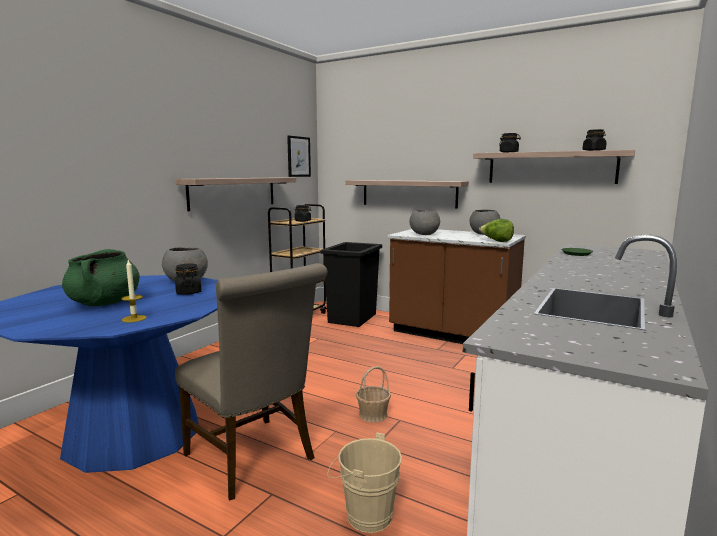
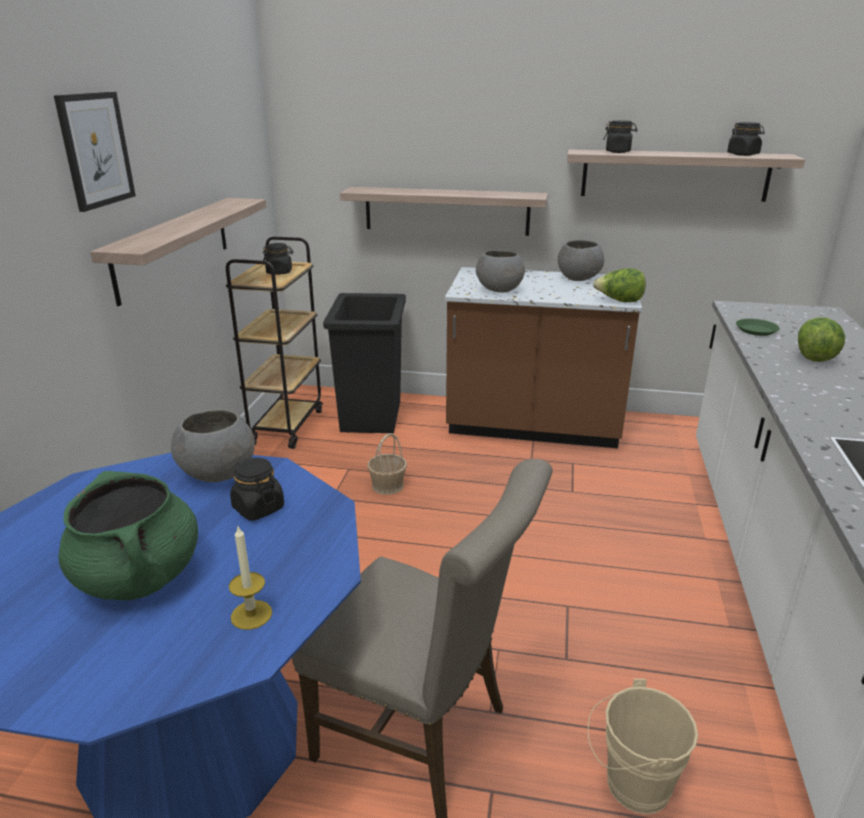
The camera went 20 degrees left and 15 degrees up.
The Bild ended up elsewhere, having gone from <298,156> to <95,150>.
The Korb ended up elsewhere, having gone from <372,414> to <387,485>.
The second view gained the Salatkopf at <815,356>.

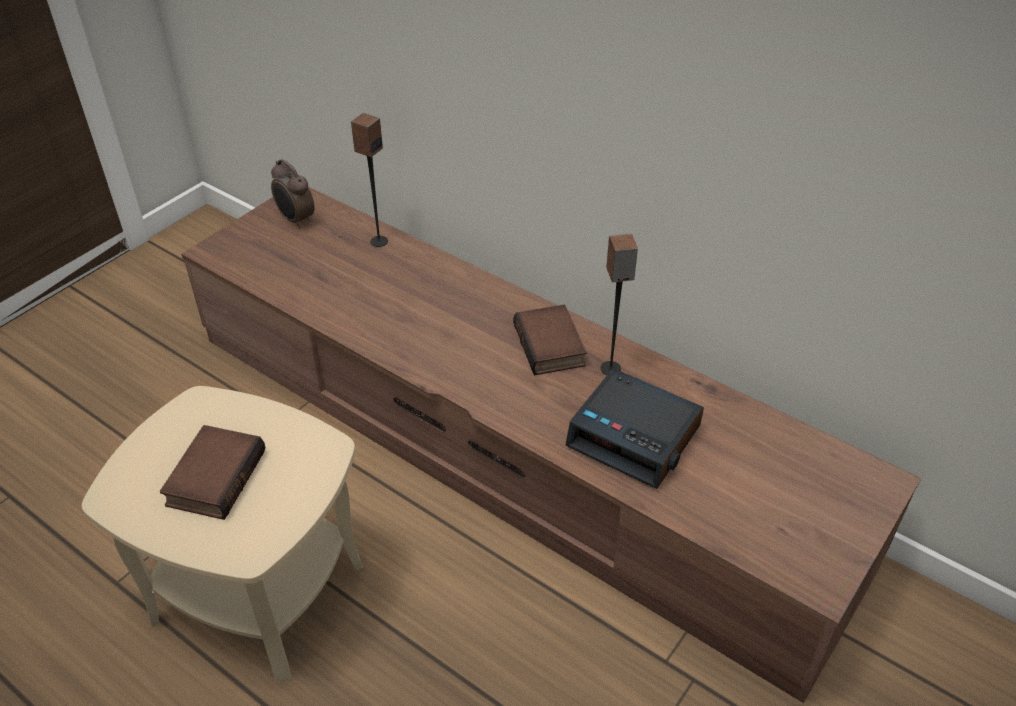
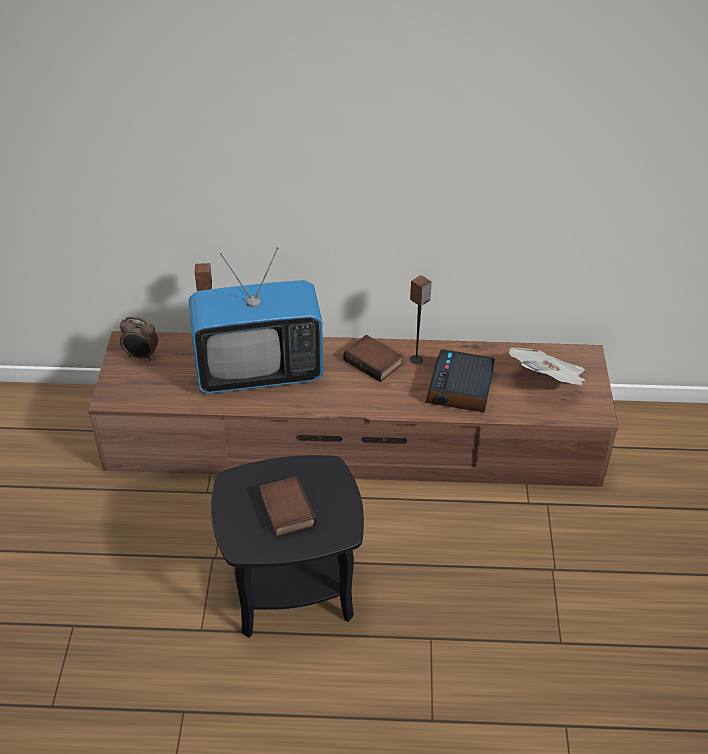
The camera went 35 degrees left and 0 degrees up.
The Wecker at <635,437> ended up facing another way, 105 degrees clockwise from before.
What was the Beistelltisch [beige] at <259,592> turned into the Beistelltisch [schwarz] at <291,587>.
The second view gained the Fernseher at <259,372>.
The second view gained the Zeitung at <548,381>.

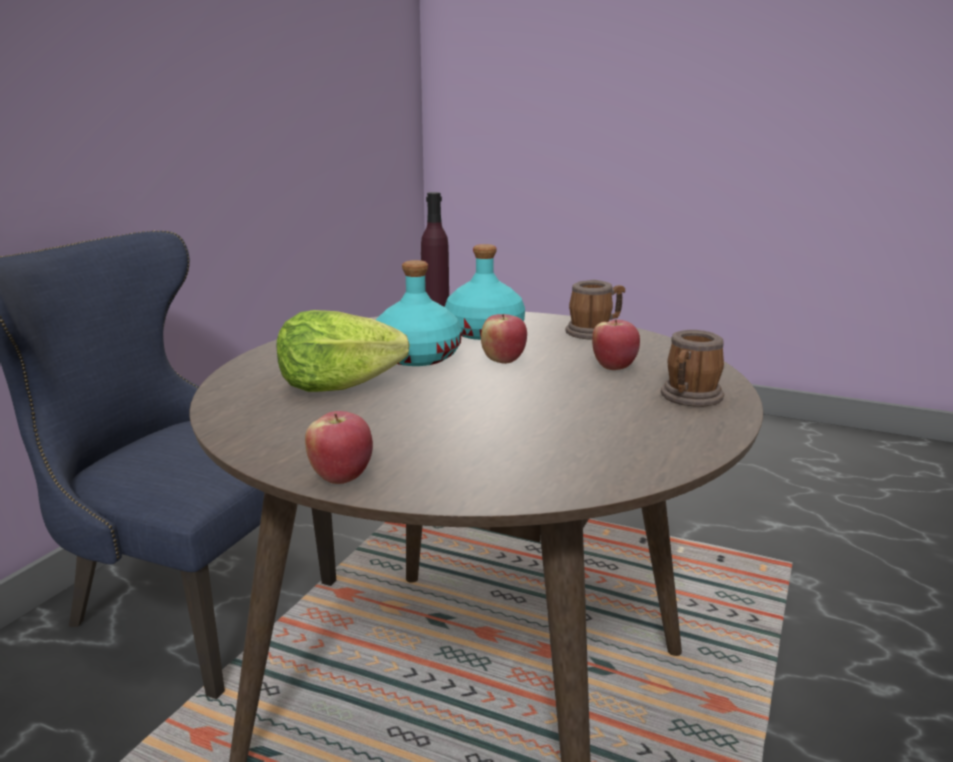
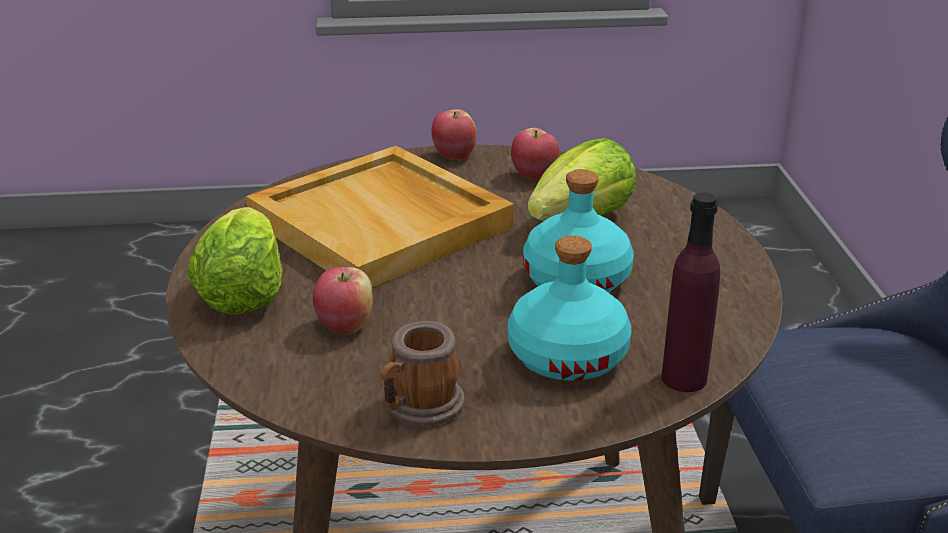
The camera went 150 degrees right and 10 degrees up.
The Apfel ended up elsewhere, having gone from <503,360> to <534,176>.
Where the Henkelbecher stood at <689,398>, the Salatkopf came to stand at <242,295>.
The second view gained the Tablett [beige] at <382,223>.

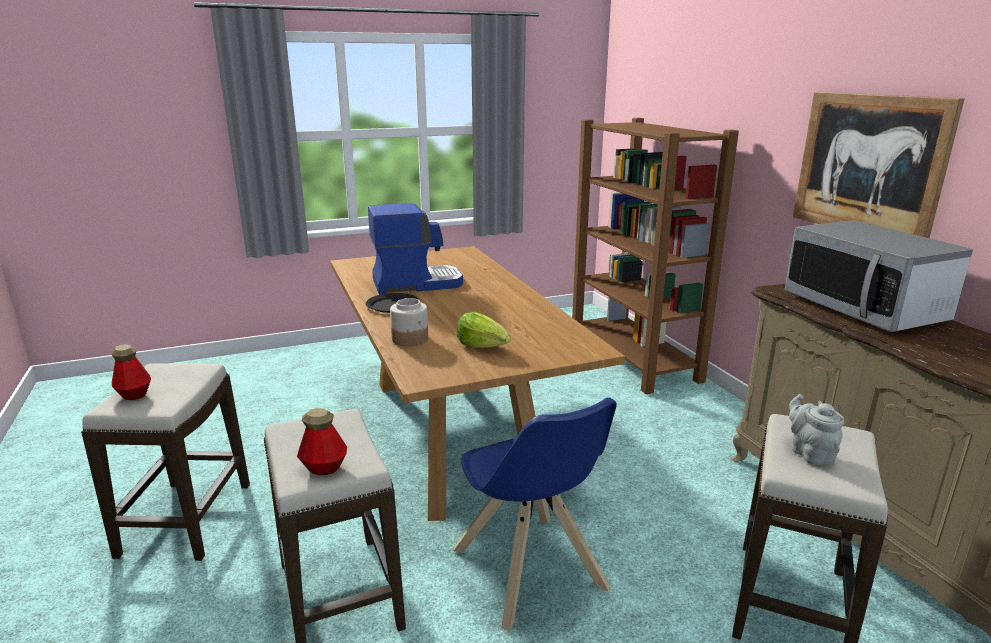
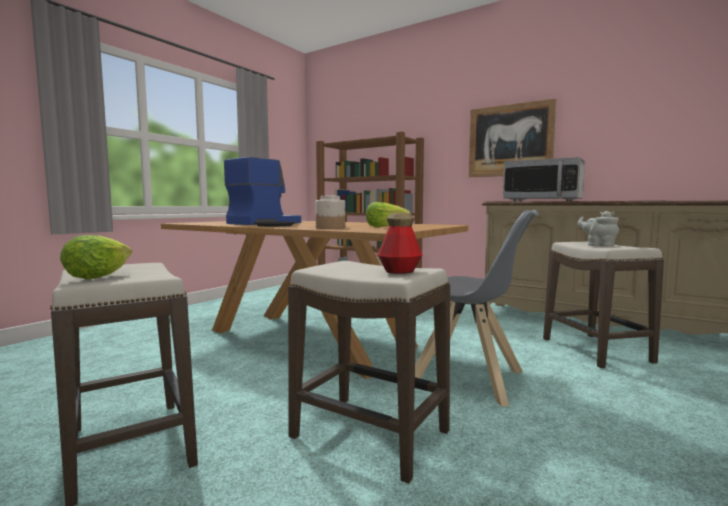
The camera went 35 degrees left and 15 degrees down.
Where the Flasche stood at <134,394>, the Salatkopf came to stand at <98,276>.
What was the Stuhl [blau] at <530,572> turned into the Stuhl [grau] at <470,379>.

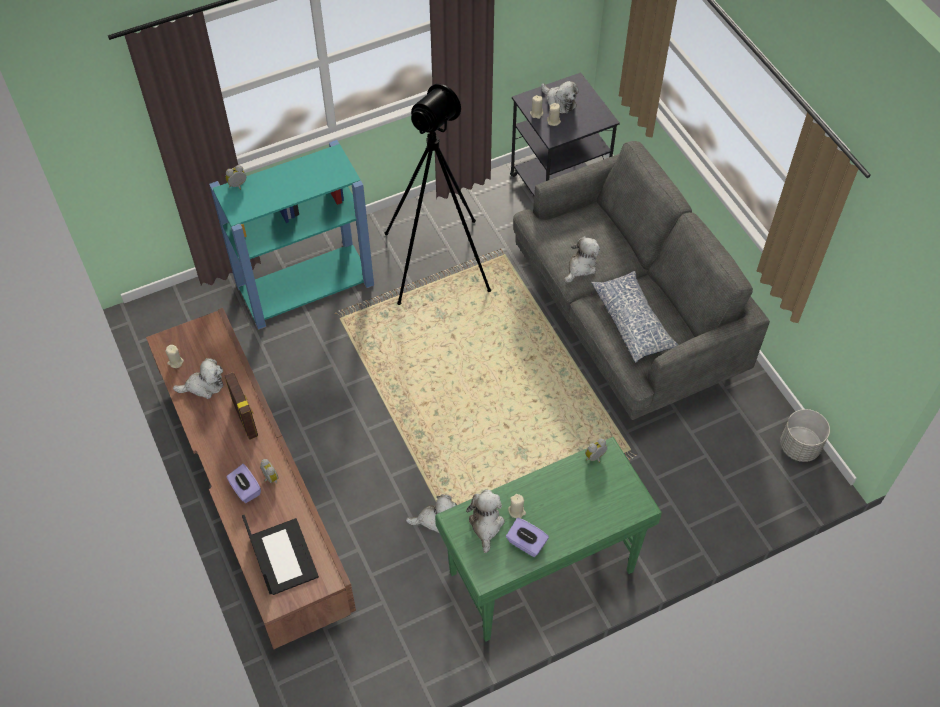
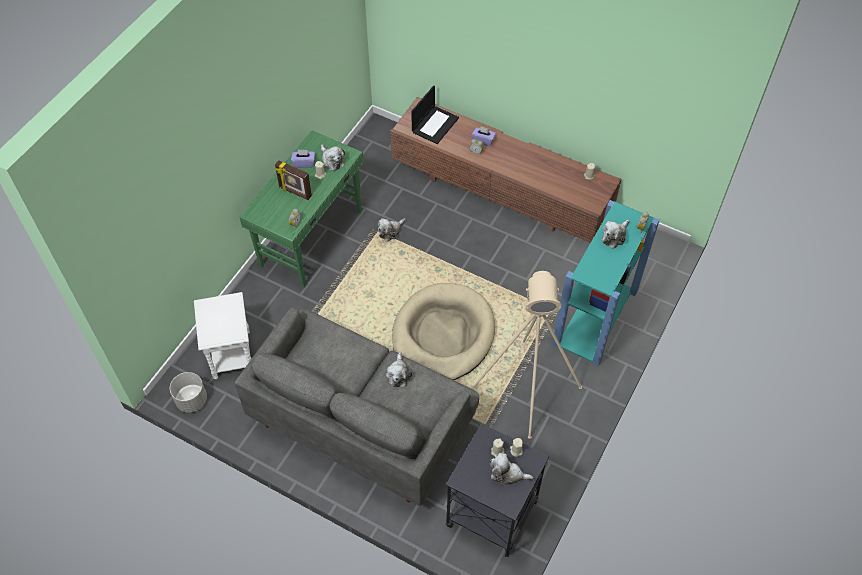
The camera went 145 degrees right and 0 degrees up.
What was the Stehlampe [schwarz] at <437,261> turned into the Stehlampe [beige] at <526,389>.
The second view lost the Kissen at <633,321>.
The Plüschtier ended up elsewhere, having gone from <204,386> to <614,236>.
The Bilderrahmen ended up elsewhere, having gone from <246,419> to <295,192>.
The Laptop at <282,556> ended up facing another way, 90 degrees counterclockwise from before.
The second view gained the Hundebett [beige] at <443,335>.
The second view gained the Beistelltisch [weiß] at <232,354>.

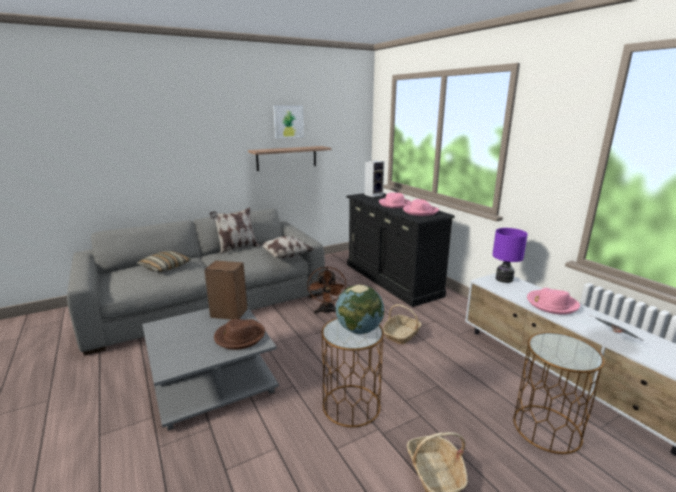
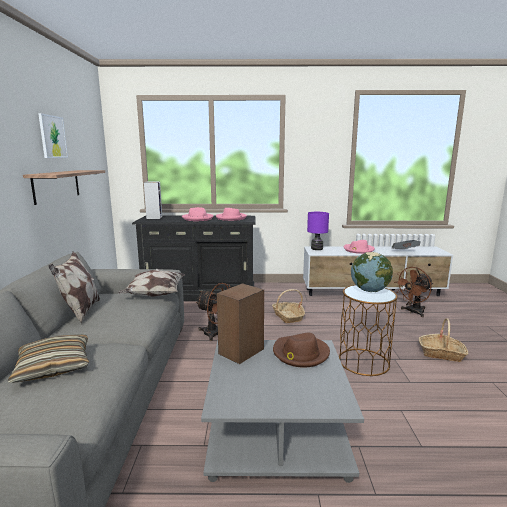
The camera went 60 degrees left and 5 degrees down.
Where the Beistelltisch [braun] stood at <547,428>, the Ventilator [braun] came to stand at <413,312>.

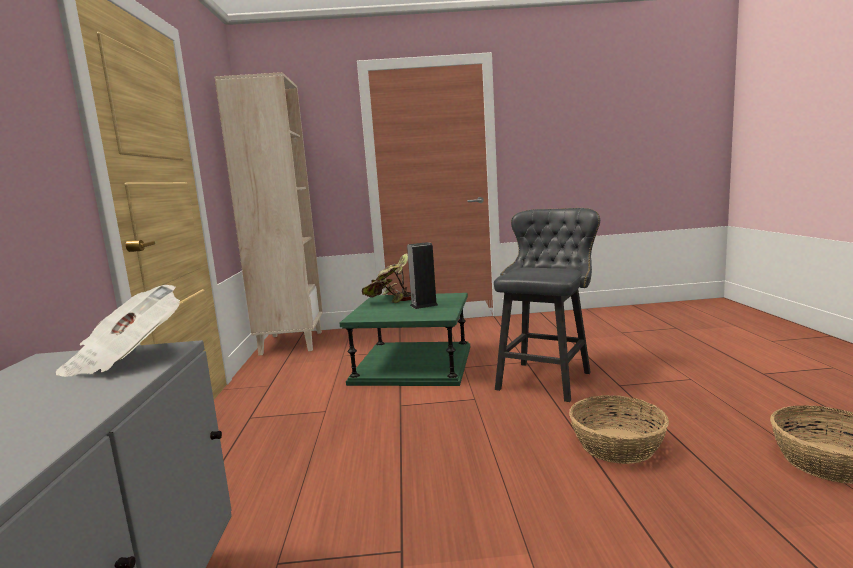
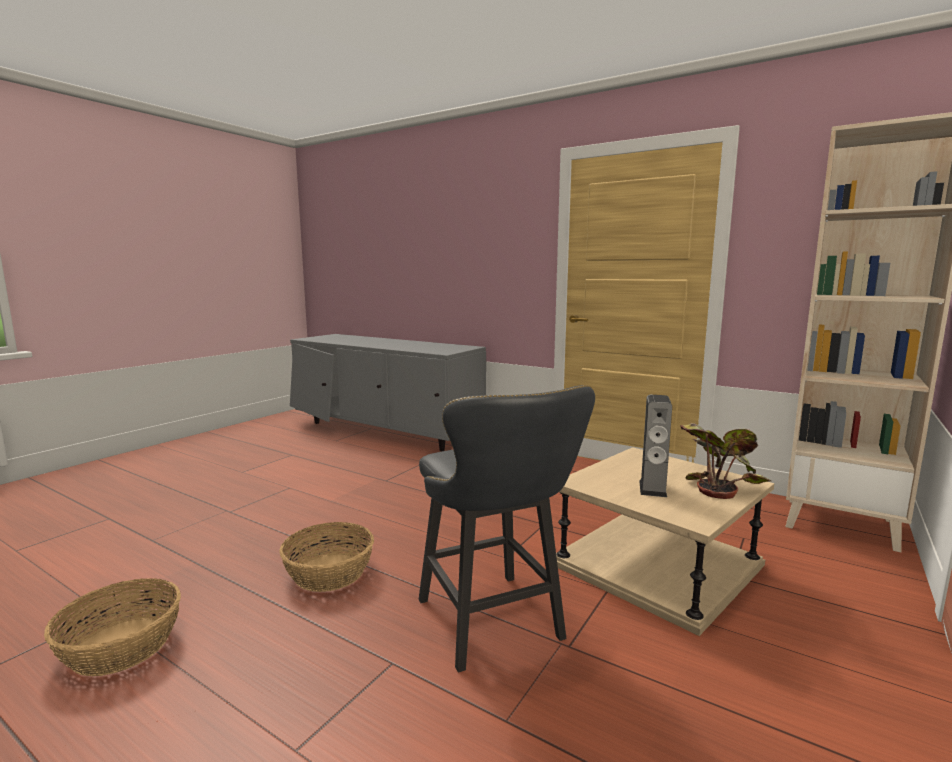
The camera went 125 degrees right and 0 degrees up.
The second view lost the Zeitung at <126,359>.
What was the Beistelltisch [grün] at <413,364> turned into the Beistelltisch [beige] at <657,565>.

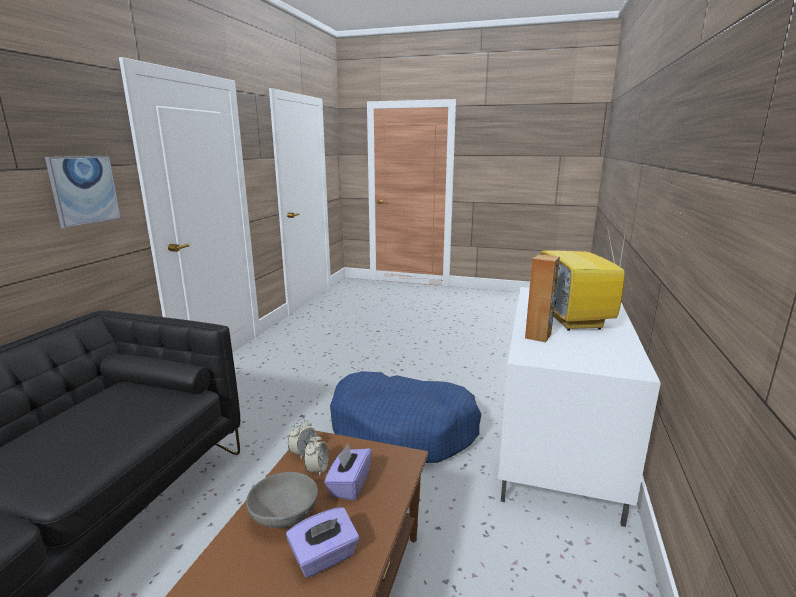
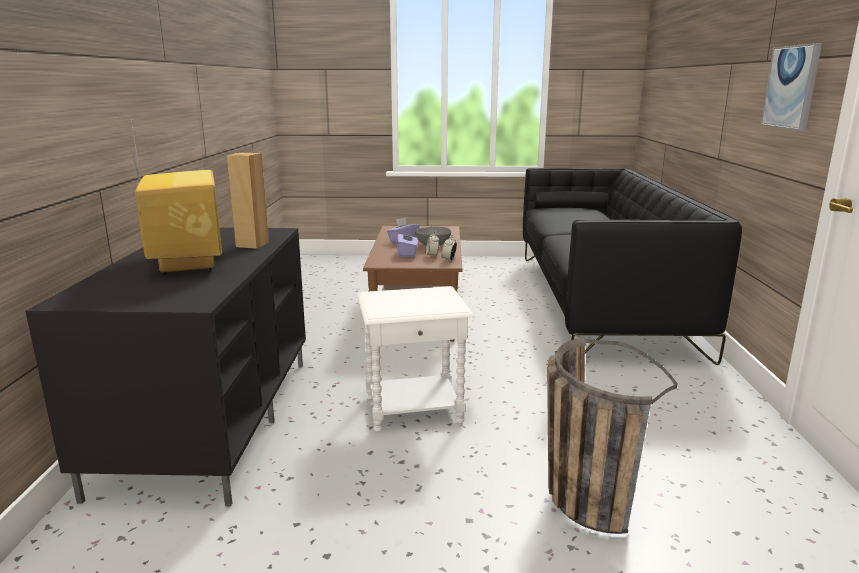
The camera went 165 degrees right and 0 degrees up.
What was the Fernsehschrank [weiß] at <559,443> turned into the Fernsehschrank [schwarz] at <210,420>.
Where the Hundebett [blau] stood at <403,430>, the Beistelltisch [weiß] came to stand at <413,407>.
The second view gained the Korb at <579,490>.

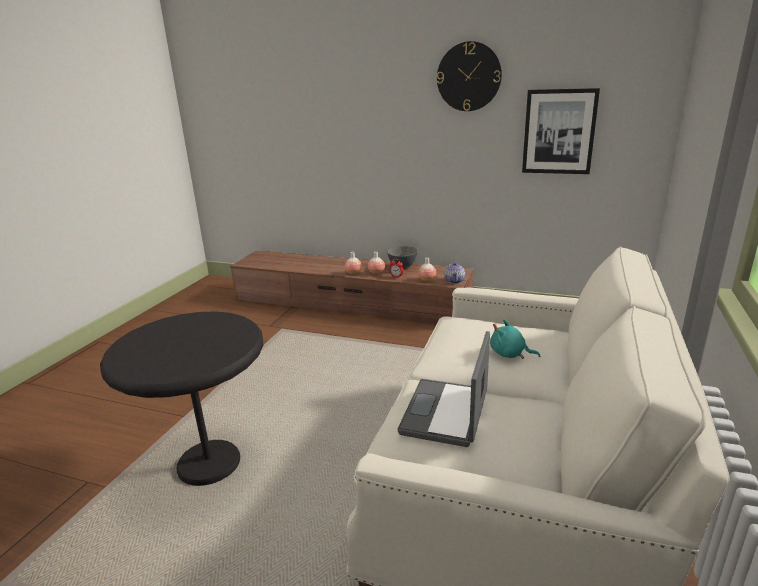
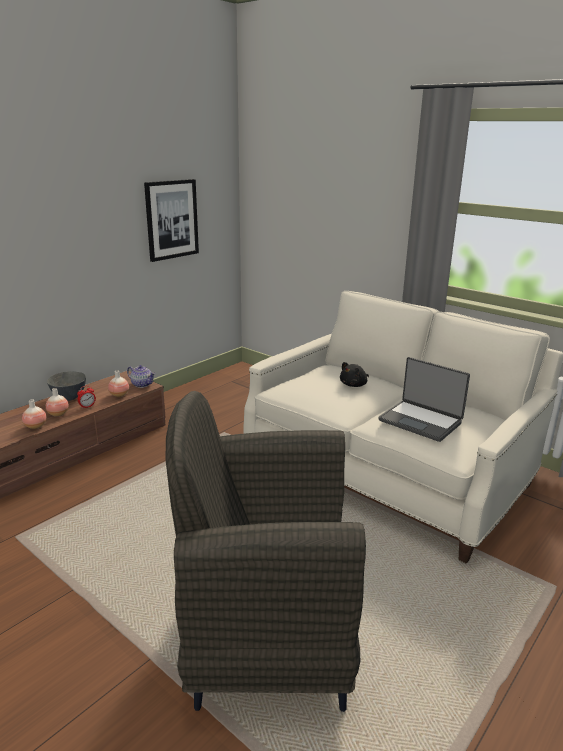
The camera went 70 degrees left and 0 degrees up.
The second view lost the Wanduhr at <468,77>.
Where the Beistelltisch [schwarz] stood at <209,464>, the Sessel [grau] came to stand at <267,640>.
What was the Plüschtier [türkis] at <510,354> turned into the Plüschtier [schwarz] at <354,385>.

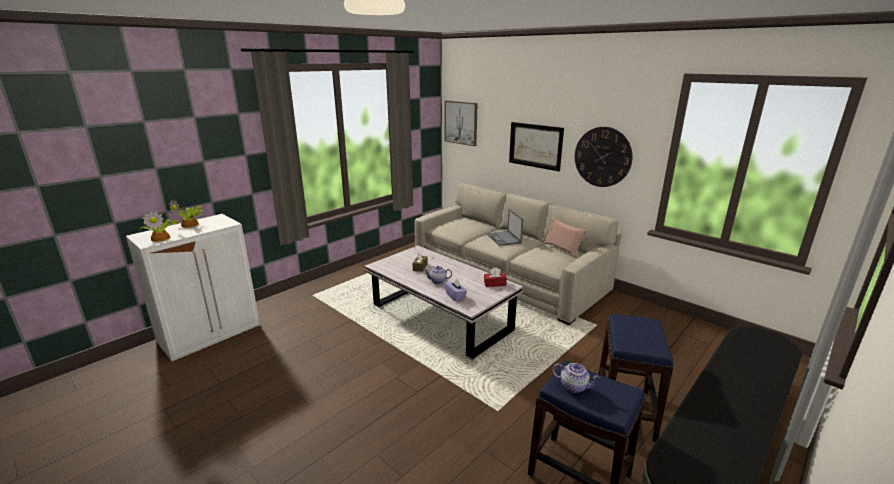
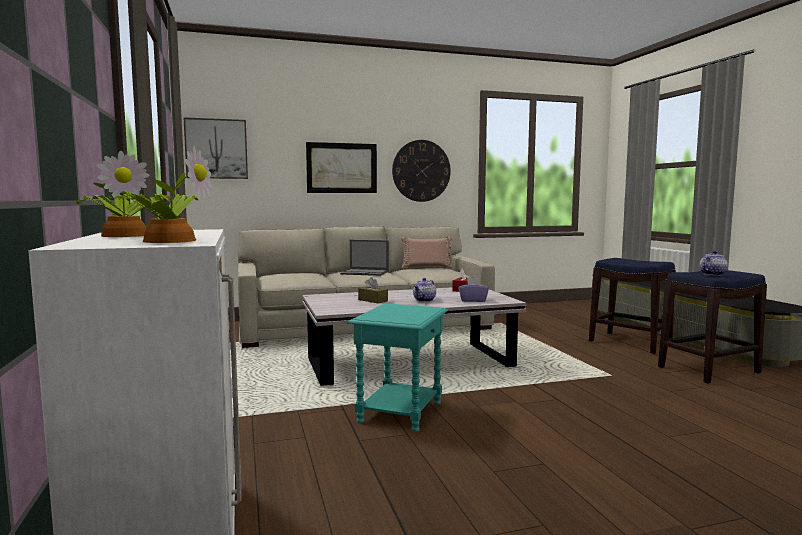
The camera went 60 degrees left and 15 degrees down.
The second view gained the Beistelltisch [türkis] at <398,411>.

